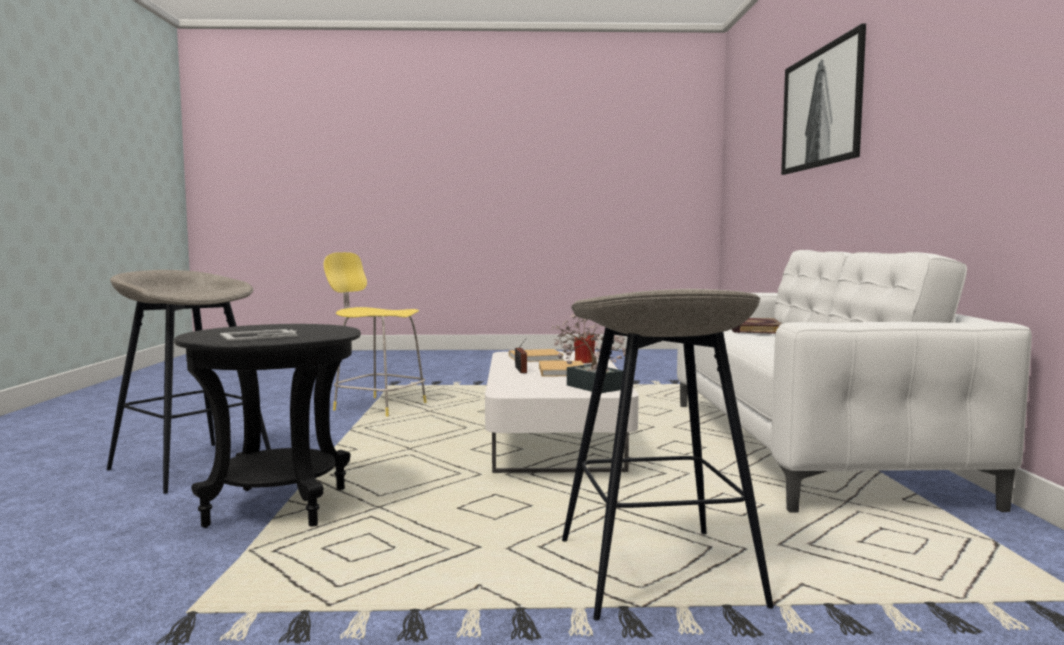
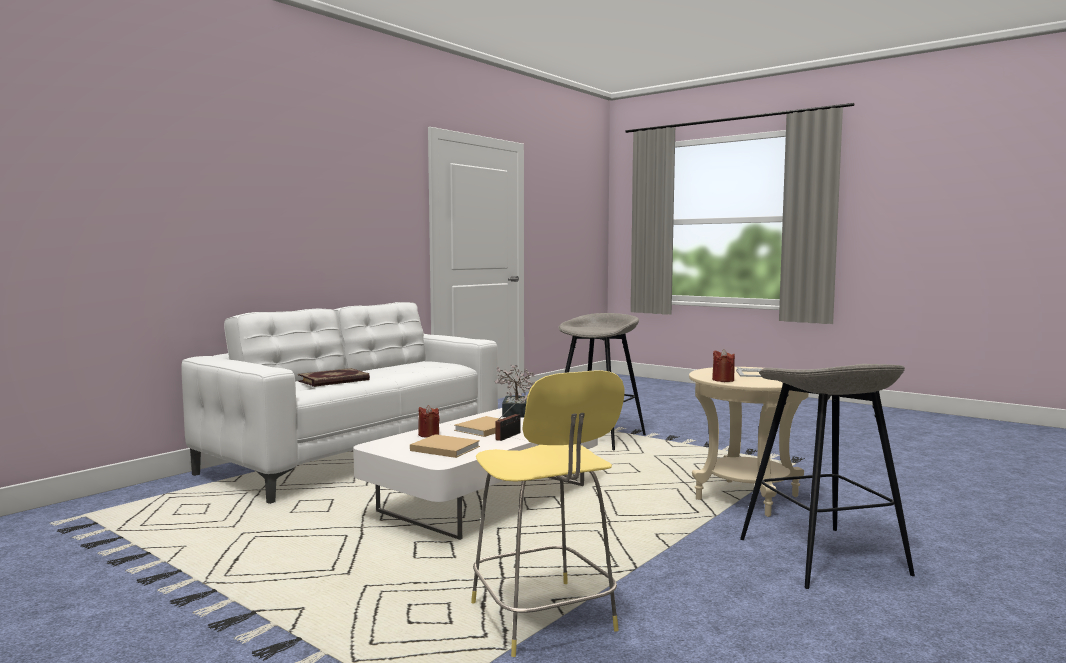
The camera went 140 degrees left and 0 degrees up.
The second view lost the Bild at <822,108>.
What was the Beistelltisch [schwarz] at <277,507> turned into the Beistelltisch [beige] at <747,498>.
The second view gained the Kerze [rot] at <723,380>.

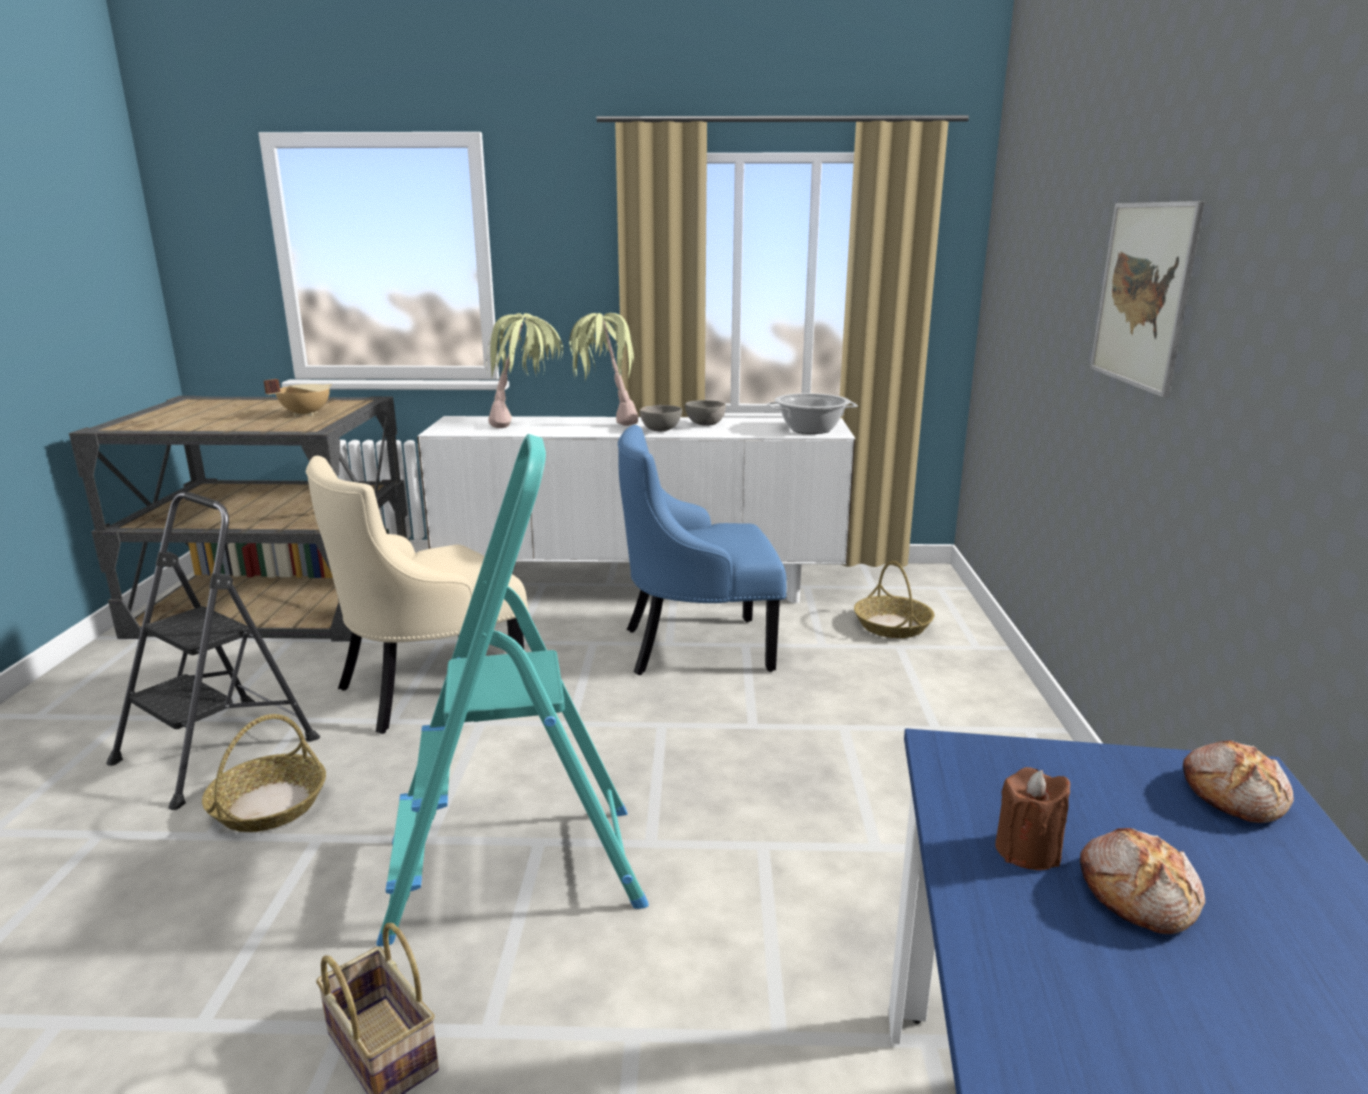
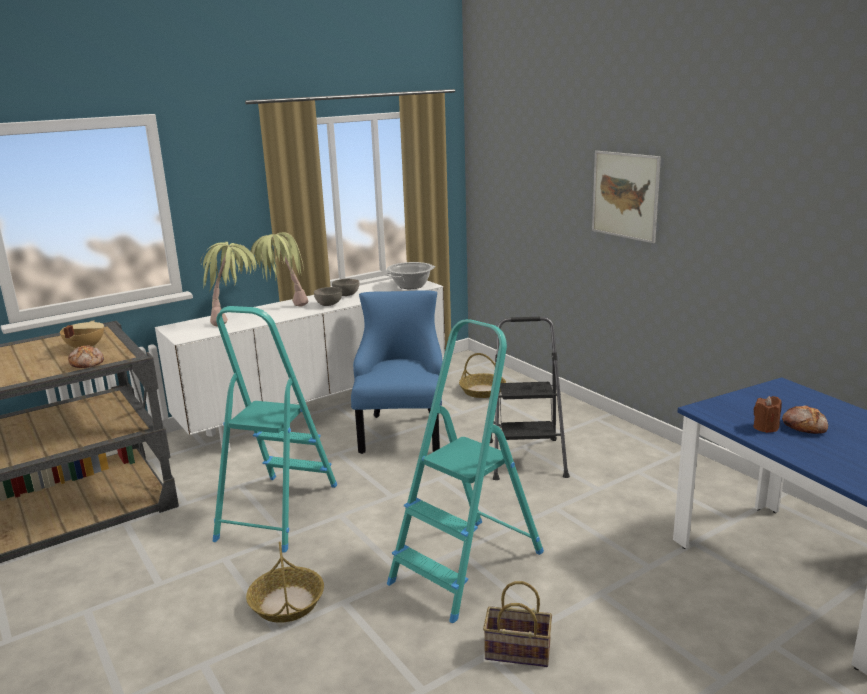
The camera went 35 degrees left and 0 degrees up.
The Stuhl [blau] at <700,647> ended up facing another way, 135 degrees clockwise from before.
Where the Stuhl [beige] stood at <432,687>, the Trittleiter [türkis] came to stand at <279,510>.
The Trittleiter [schwarz] ended up elsewhere, having gone from <222,747> to <526,456>.
The Brot ended up elsewhere, having gone from <1235,795> to <87,363>.

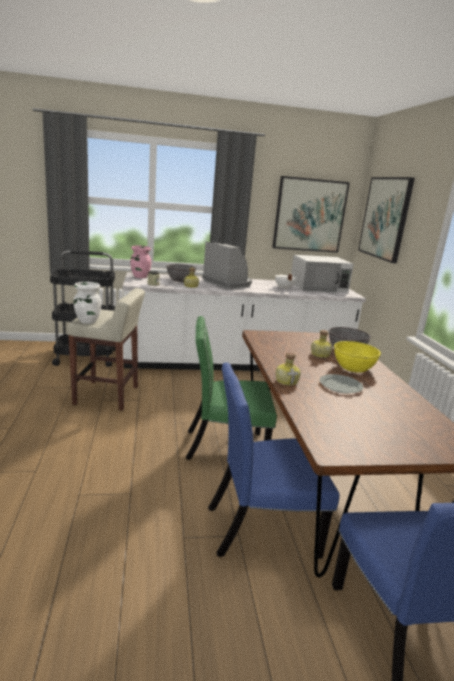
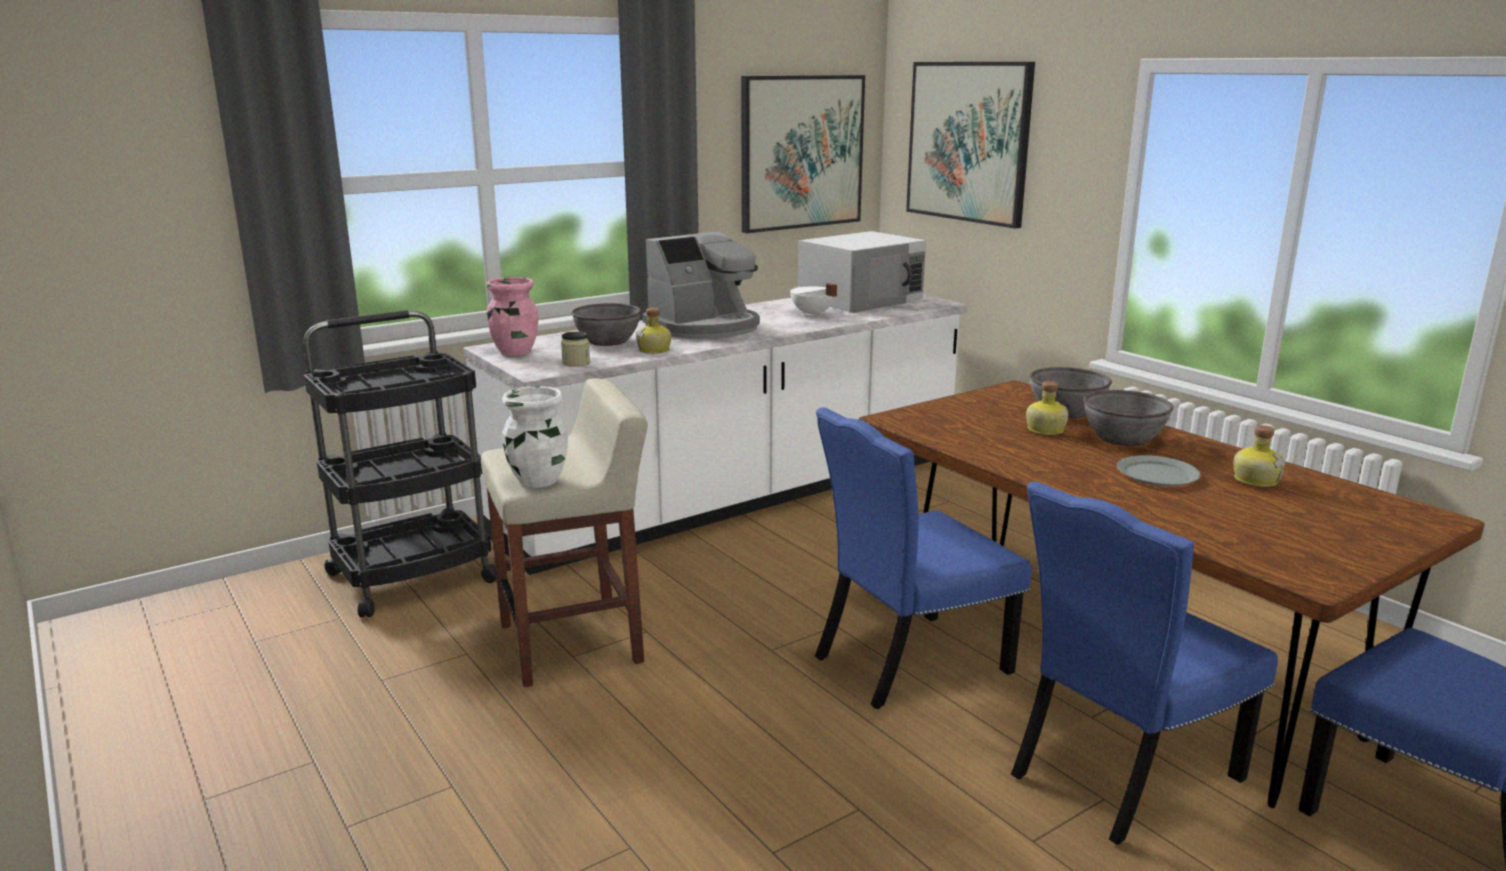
The camera went 25 degrees left and 0 degrees up.
The Kaffeemaschine at <228,283> ended up facing another way, 120 degrees clockwise from before.
What was the Stuhl [grün] at <227,447> turned into the Stuhl [blau] at <913,661>.
What was the Schüssel [gelb] at <353,367> turned into the Schüssel [grau] at <1123,438>.
The Flasche ended up elsewhere, having gone from <287,381> to <1255,479>.

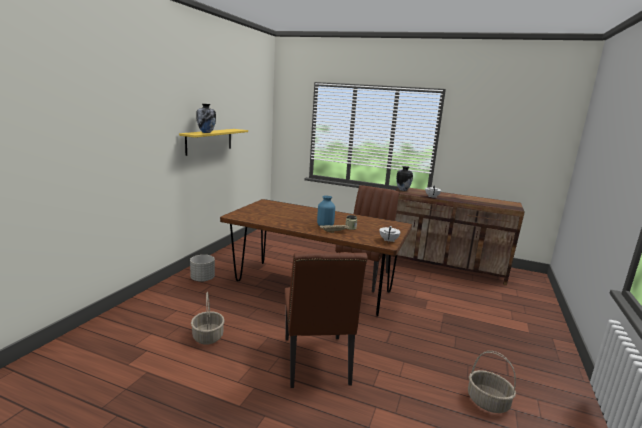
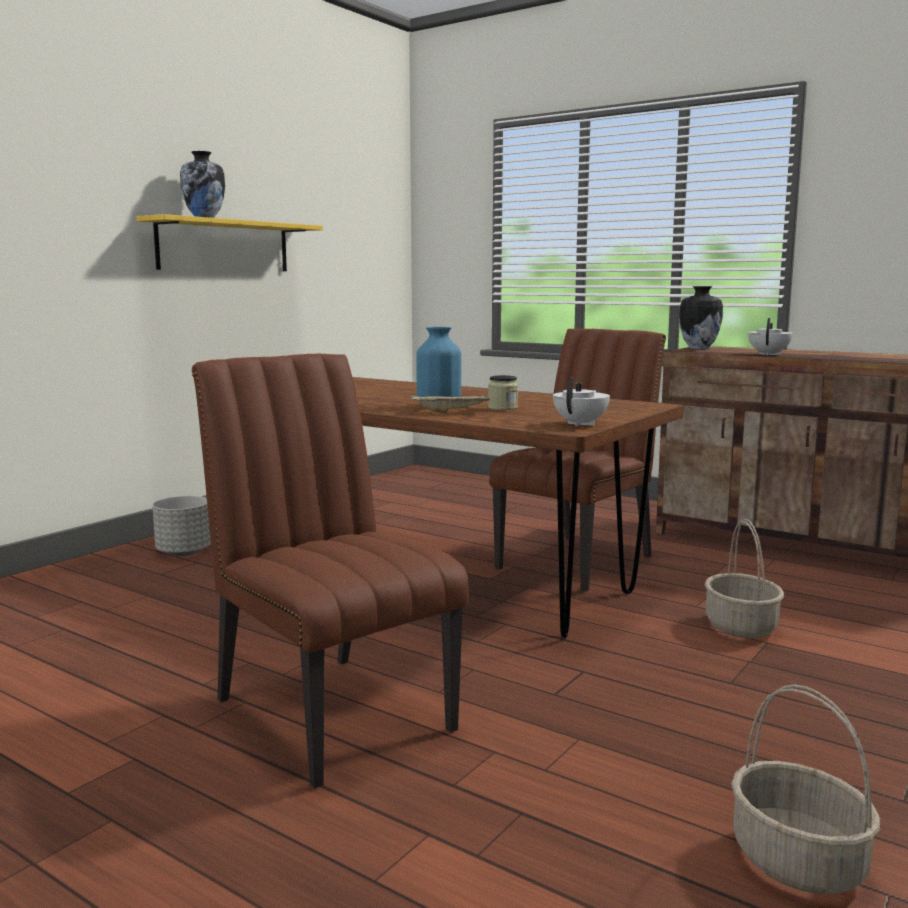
The camera went 15 degrees right and 5 degrees down.
The Stuhl [braun] at <315,360> ended up facing another way, 135 degrees clockwise from before.
The Korb ended up elsewhere, having gone from <208,337> to <742,627>.

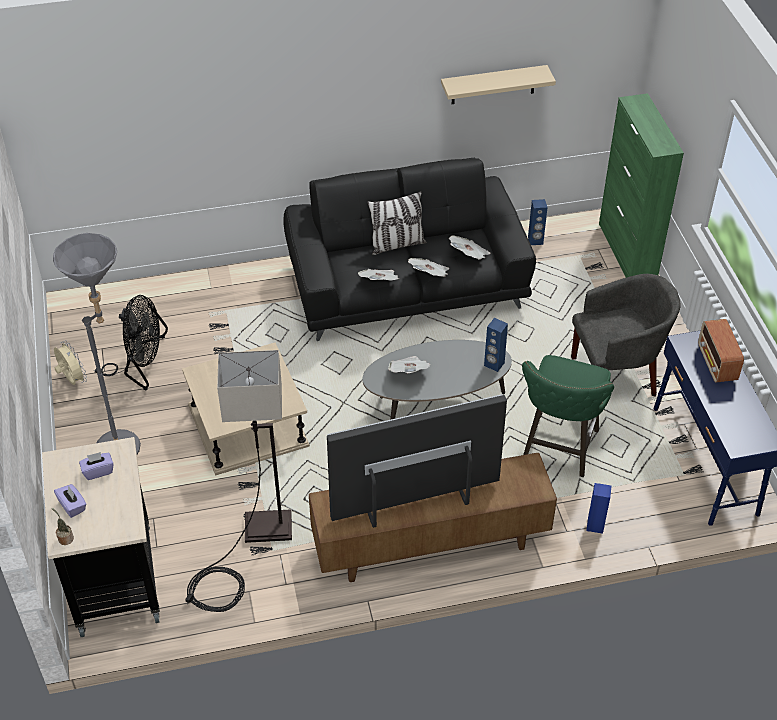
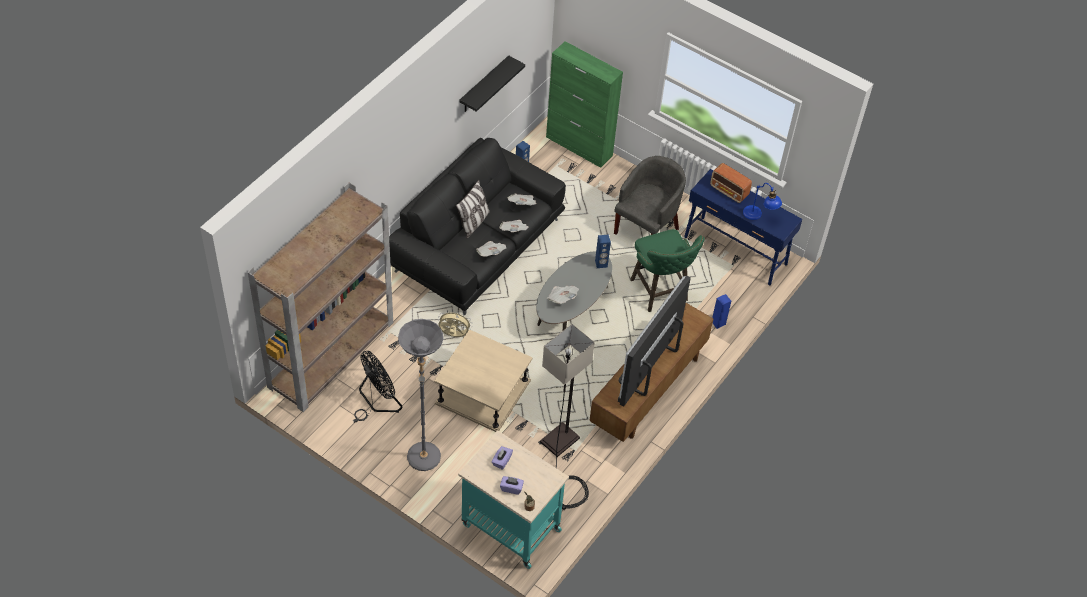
The camera went 45 degrees left and 5 degrees up.
What was the Wandregal [beige] at <493,85> turned into the Wandregal [schwarz] at <484,85>.
The Ventilator [beige] ended up elsewhere, having gone from <72,380> to <453,335>.
What was the Rollwagen [schwarz] at <115,580> turned into the Rollwagen [türkis] at <510,527>.
The second view gained the Bücherregal [braun] at <331,354>.
The second view gained the Tischlampe [blau] at <759,216>.

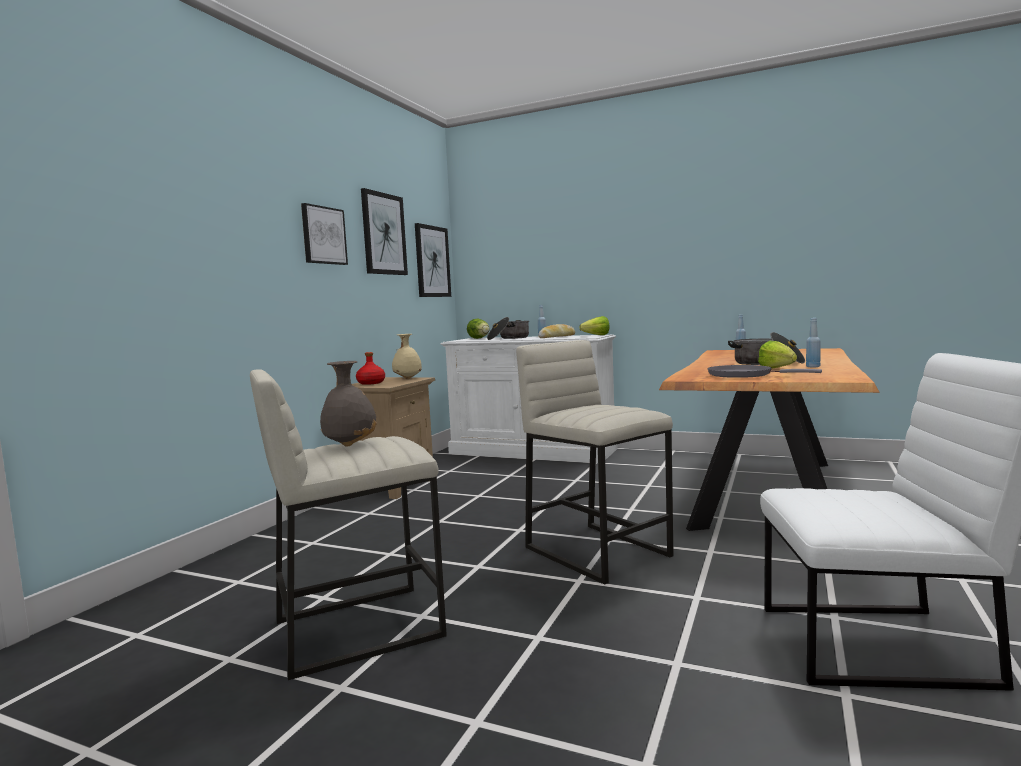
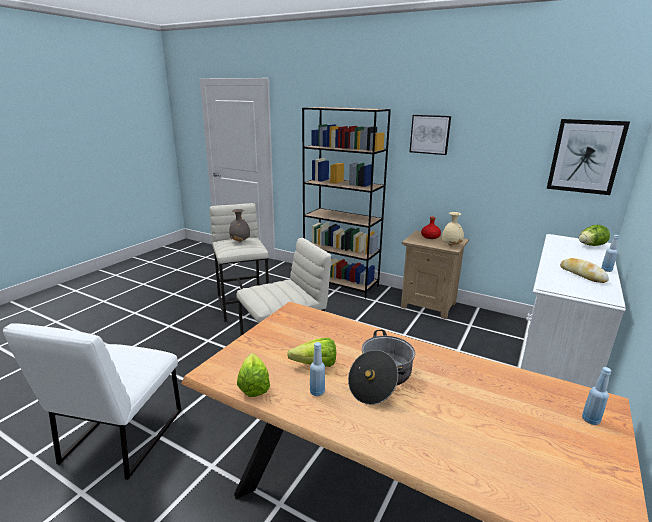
The camera went 95 degrees right and 15 degrees up.
The second view lost the Bild at <383,234>.
The Salatkopf ended up elsewhere, having gone from <593,335> to <254,383>.
The second view lost the Kochtopf at <508,338>.
The second view lost the Pfanne [grau] at <744,375>.
The second view gained the Bücherregal [beige] at <341,284>.

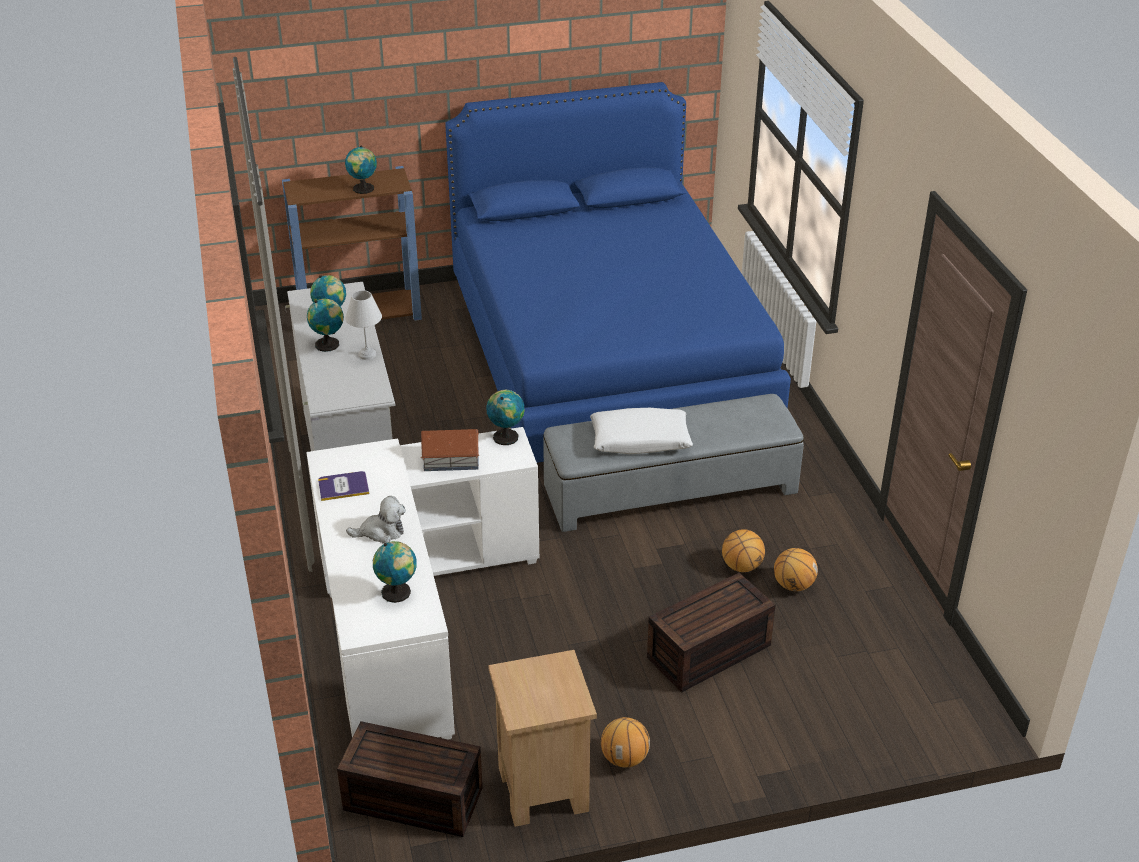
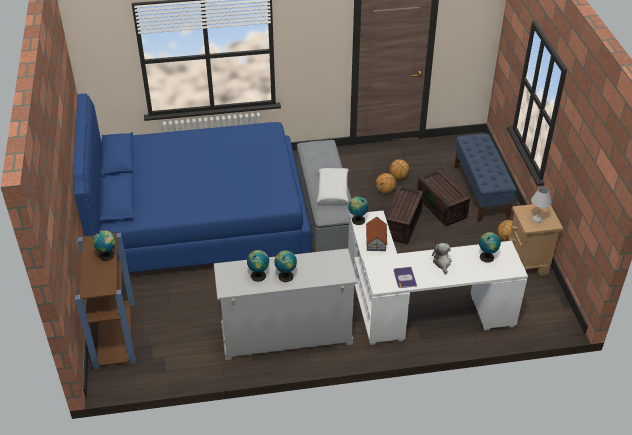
The camera went 85 degrees left and 5 degrees up.
The Tischlampe [weiß] ended up elsewhere, having gone from <368,354> to <536,219>.
The Aufbewahrungsbox [braun] ended up elsewhere, having gone from <410,800> to <402,225>.
The second view gained the Bank [blau] at <481,192>.

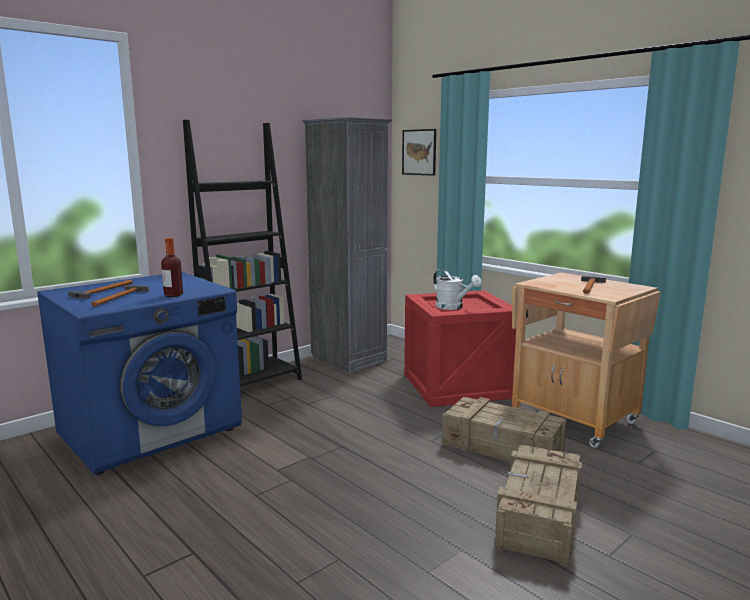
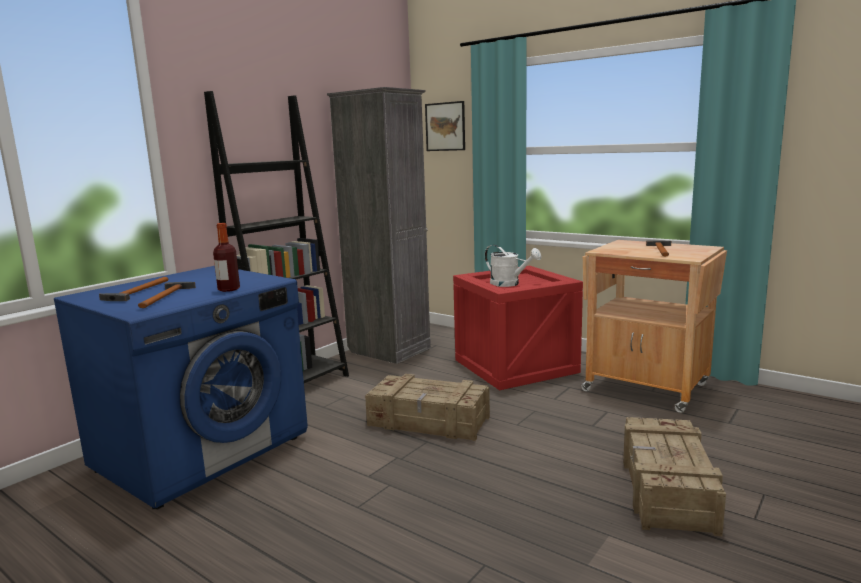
The camera went 10 degrees left and 0 degrees up.
The Kiste ended up elsewhere, having gone from <502,447> to <429,422>.

